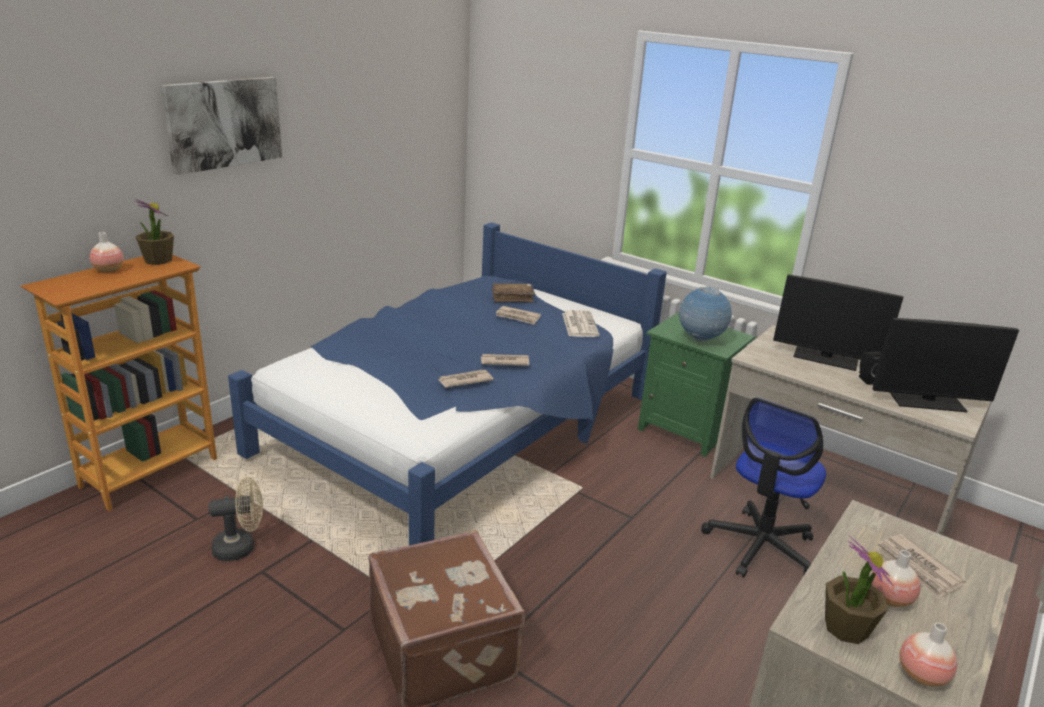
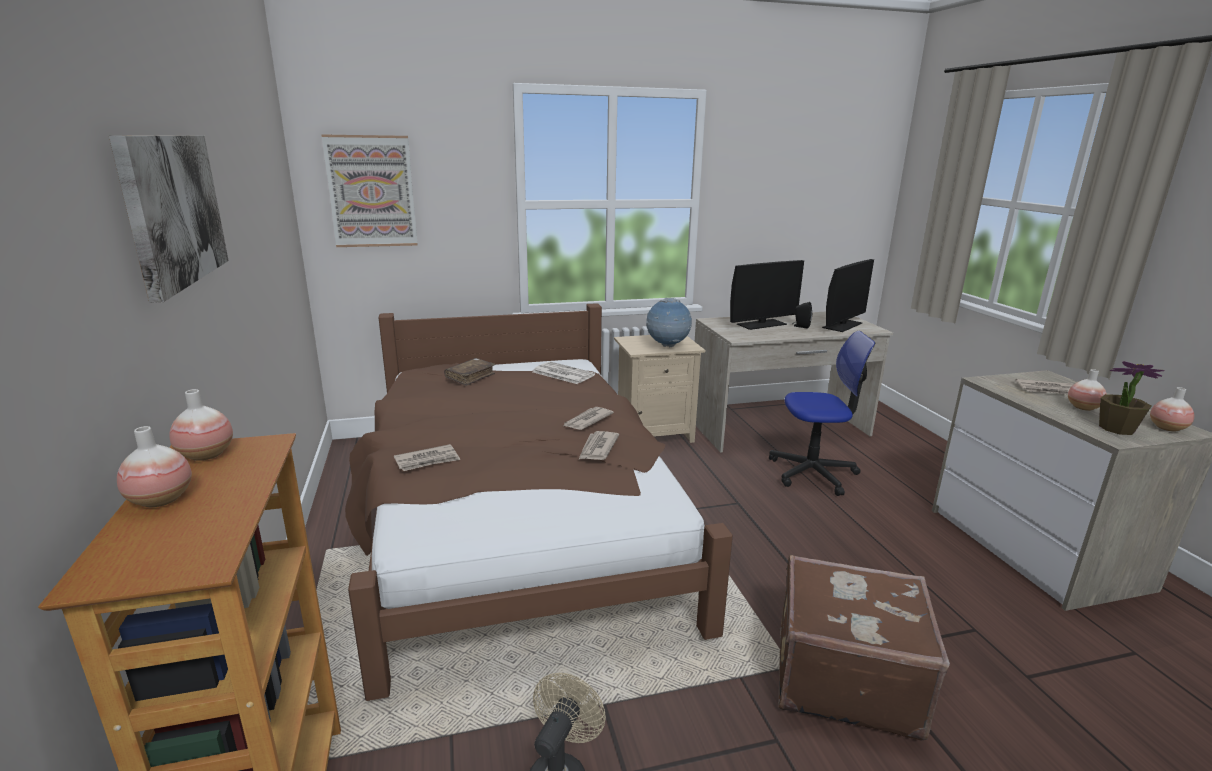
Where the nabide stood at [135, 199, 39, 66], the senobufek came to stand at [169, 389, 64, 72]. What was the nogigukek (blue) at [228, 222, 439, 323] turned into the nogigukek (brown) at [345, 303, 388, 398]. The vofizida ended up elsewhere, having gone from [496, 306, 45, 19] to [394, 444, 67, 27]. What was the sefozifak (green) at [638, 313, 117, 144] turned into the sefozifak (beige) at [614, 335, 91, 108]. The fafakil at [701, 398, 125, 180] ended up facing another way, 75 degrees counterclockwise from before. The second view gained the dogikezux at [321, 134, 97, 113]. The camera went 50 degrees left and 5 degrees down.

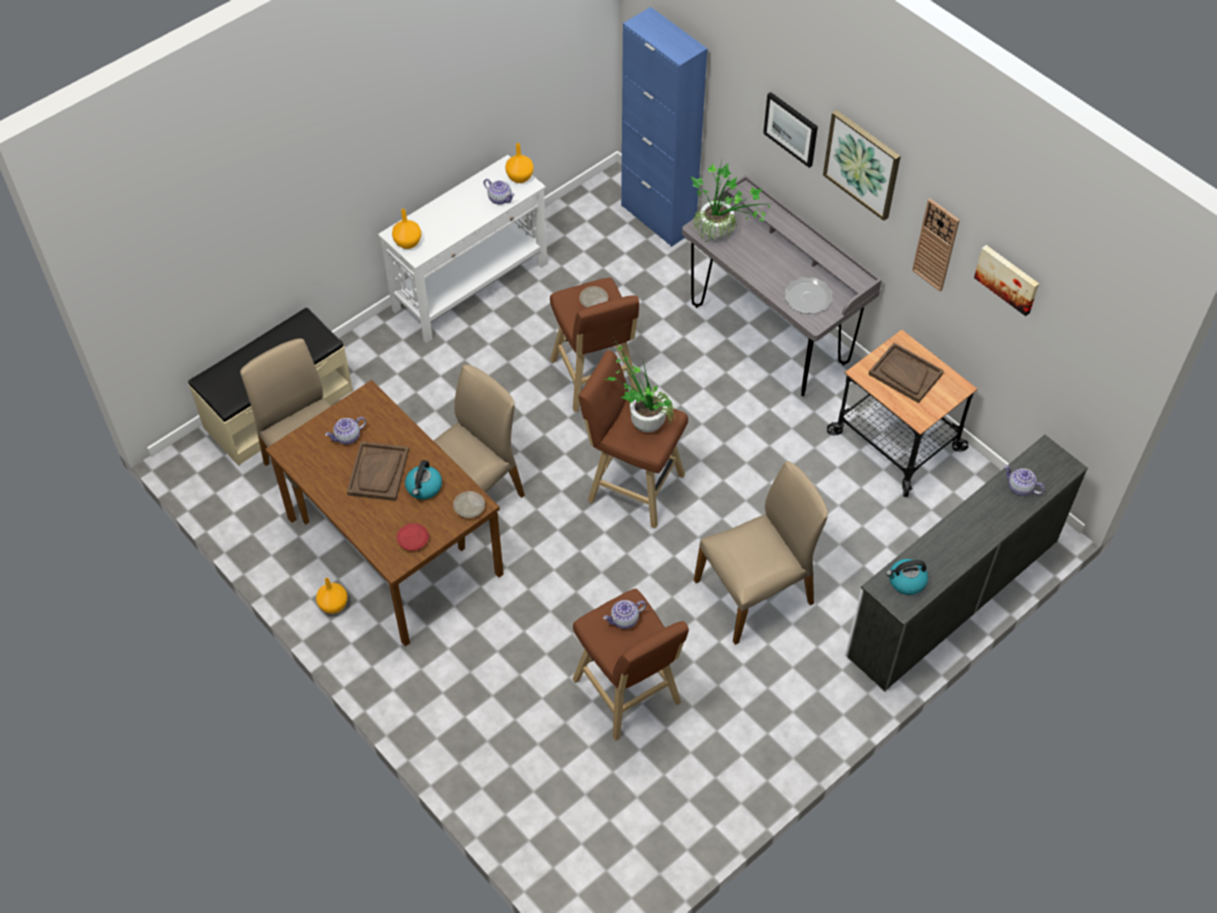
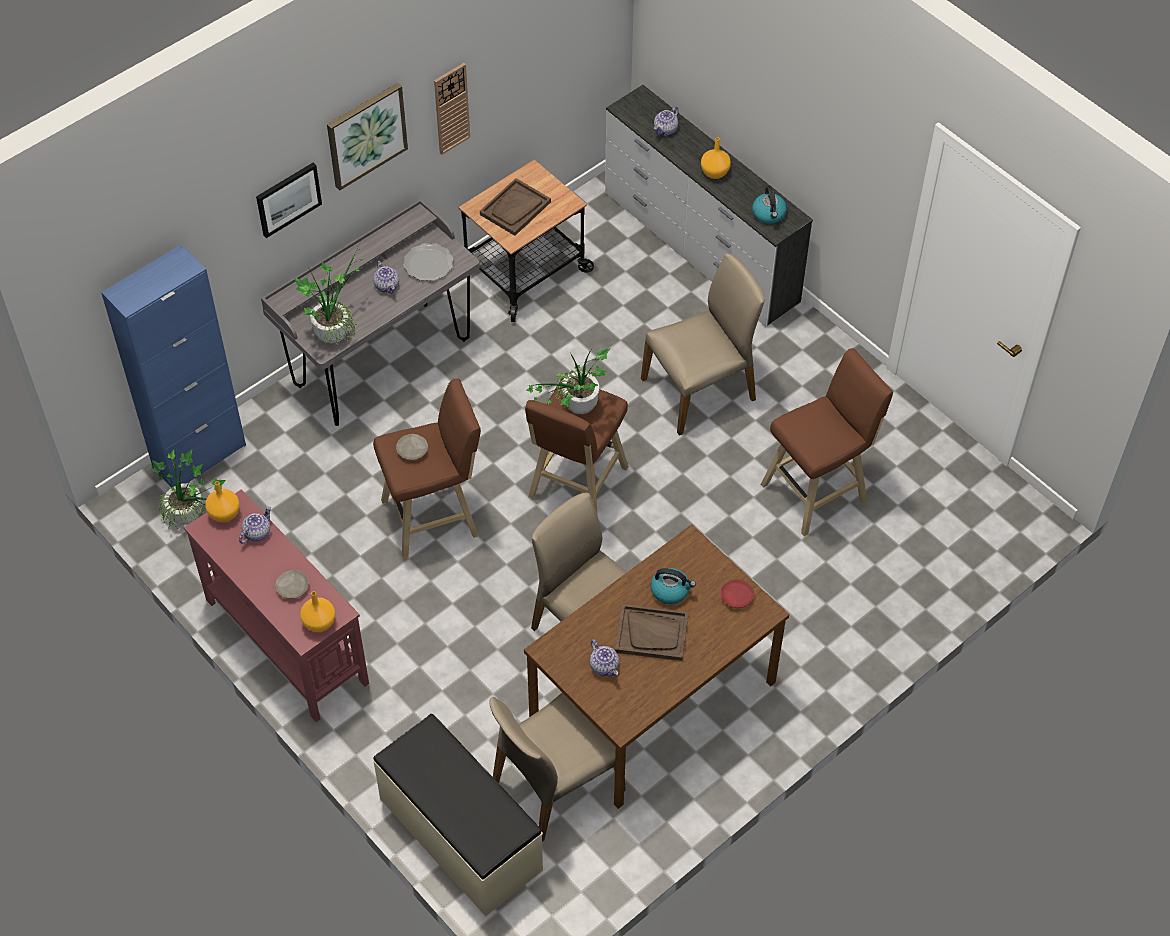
The senobufek (orange) ended up elsewhere, having gone from [316, 578, 32, 36] to [701, 137, 30, 42]. What was the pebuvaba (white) at [378, 155, 169, 188] turned into the pebuvaba (red) at [184, 490, 185, 232]. The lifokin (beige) ended up elsewhere, having gone from [453, 491, 32, 27] to [275, 570, 34, 29]. The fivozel ended up elsewhere, having gone from [603, 600, 43, 29] to [373, 261, 26, 33]. The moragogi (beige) at [694, 461, 134, 184] ended up facing another way, 90 degrees clockwise from before. The second view lost the dogikezux at [974, 245, 65, 71]. The second view gained the nabide at [152, 449, 74, 80]. The camera went 90 degrees left and 0 degrees up.

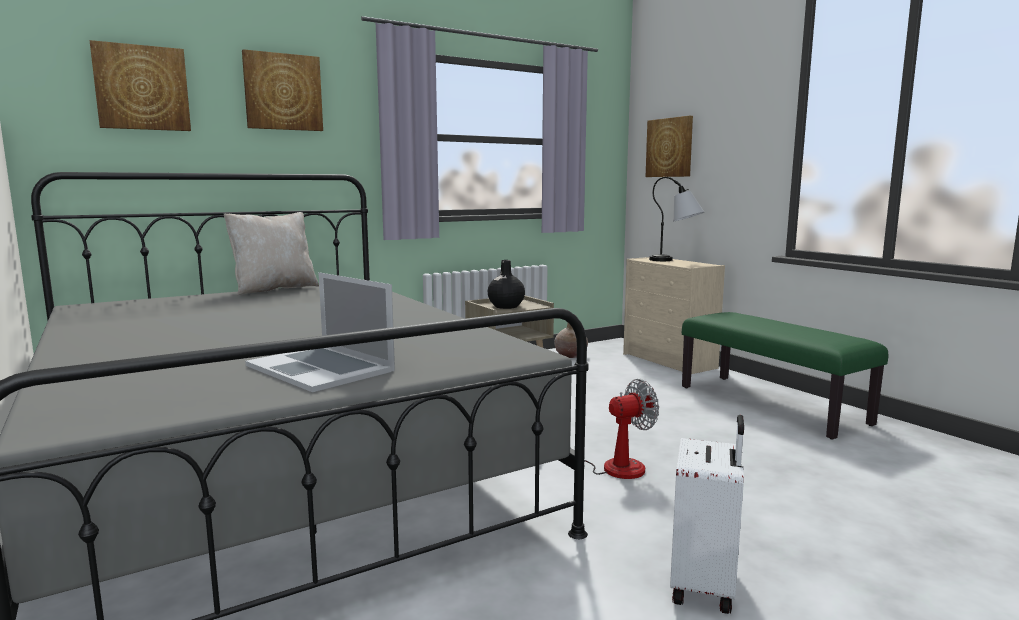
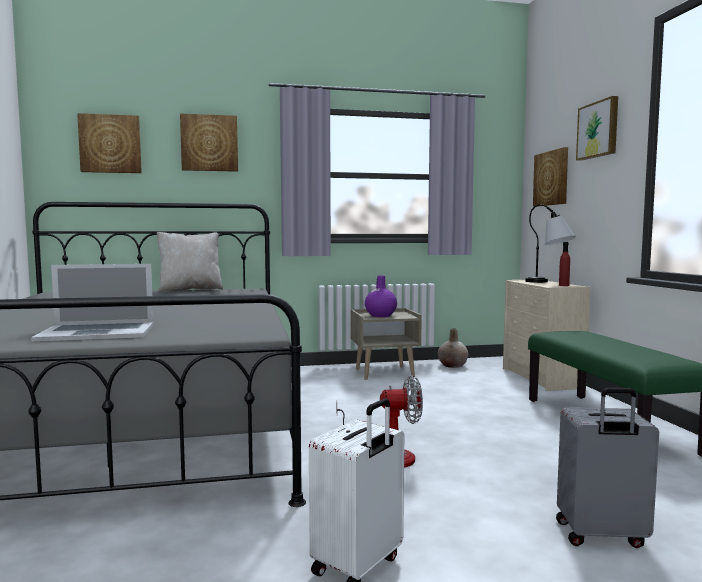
The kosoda at [245, 272, 150, 120] ended up facing another way, 75 degrees counterclockwise from before. What was the senobufek (black) at [488, 260, 37, 49] turned into the senobufek (purple) at [365, 275, 32, 42]. The second view gained the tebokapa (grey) at [556, 388, 103, 160]. The second view gained the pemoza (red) at [559, 242, 11, 44]. The second view gained the dogikezux at [576, 96, 42, 65]. The camera went 20 degrees right and 5 degrees down.

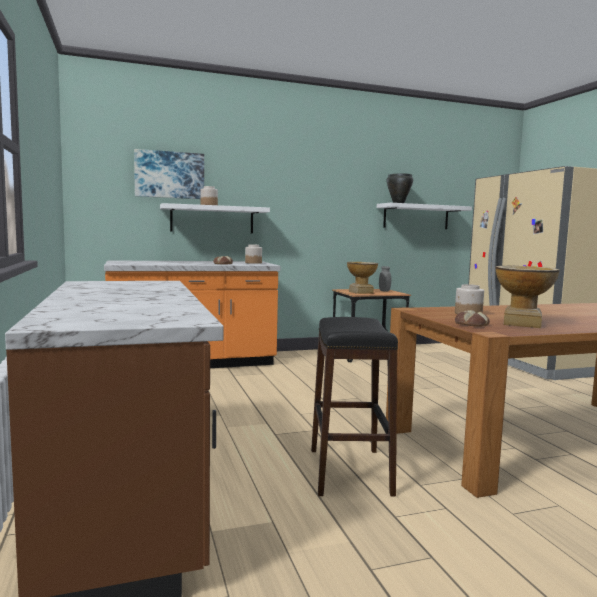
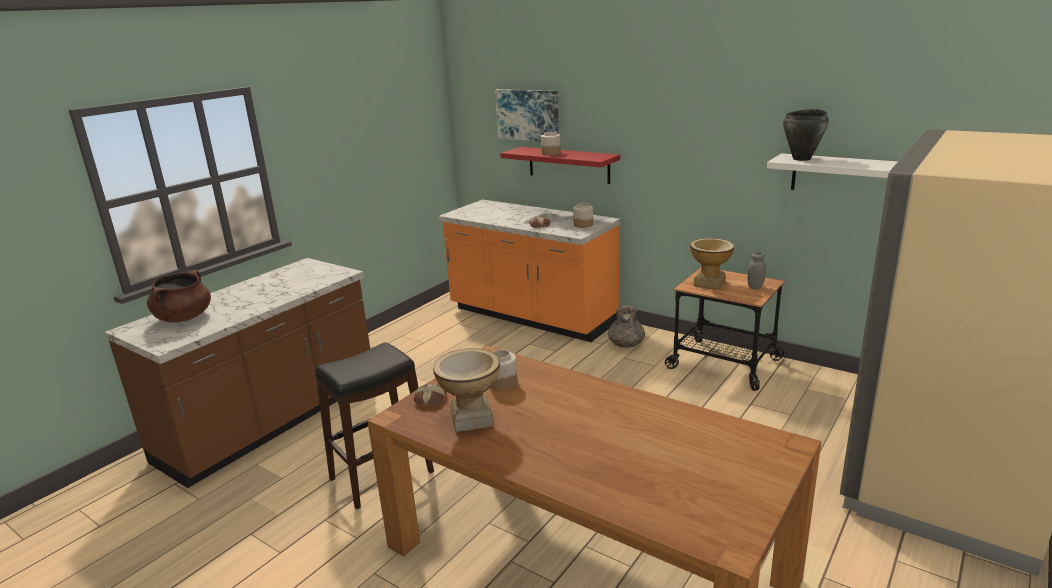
What was the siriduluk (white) at [160, 203, 110, 30] turned into the siriduluk (red) at [500, 147, 120, 37]. The second view gained the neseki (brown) at [147, 270, 64, 52]. The second view gained the senobufek (grey) at [608, 306, 37, 42]. The camera went 55 degrees right and 15 degrees up.

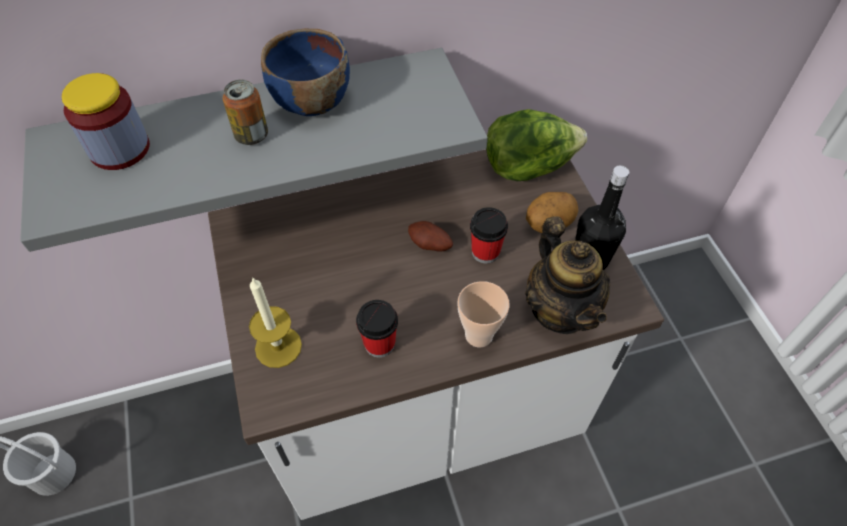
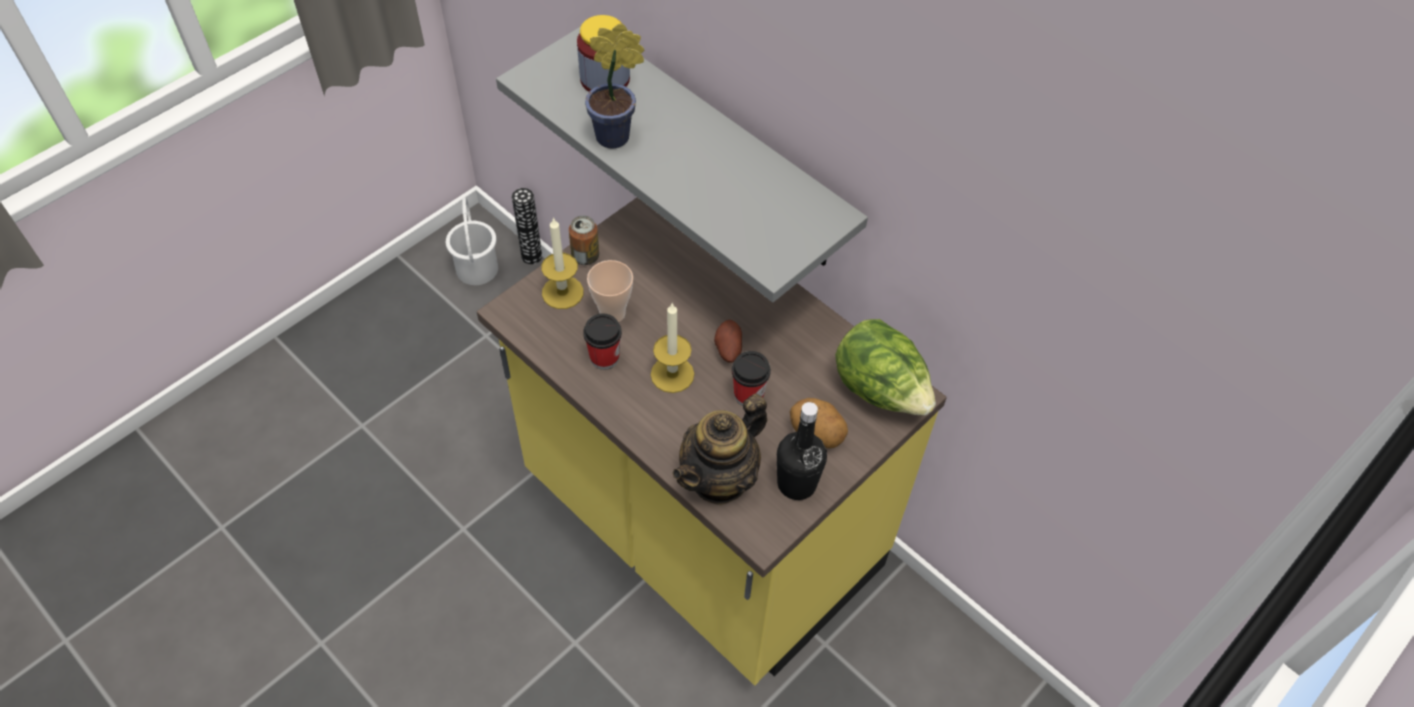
What was the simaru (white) at [208, 150, 456, 370] turned into the simaru (yellow) at [477, 198, 470, 487]. The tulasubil ended up elsewhere, having gone from [223, 80, 45, 65] to [569, 216, 30, 49]. The second view lost the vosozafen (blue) at [261, 28, 89, 88]. The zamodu ended up elsewhere, having gone from [458, 281, 52, 66] to [587, 260, 46, 62]. The second view gained the senobufek at [512, 188, 30, 76]. The second view gained the nabide at [585, 23, 59, 126]. The second view gained the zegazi at [651, 302, 43, 91]. The camera went 60 degrees right and 0 degrees up.

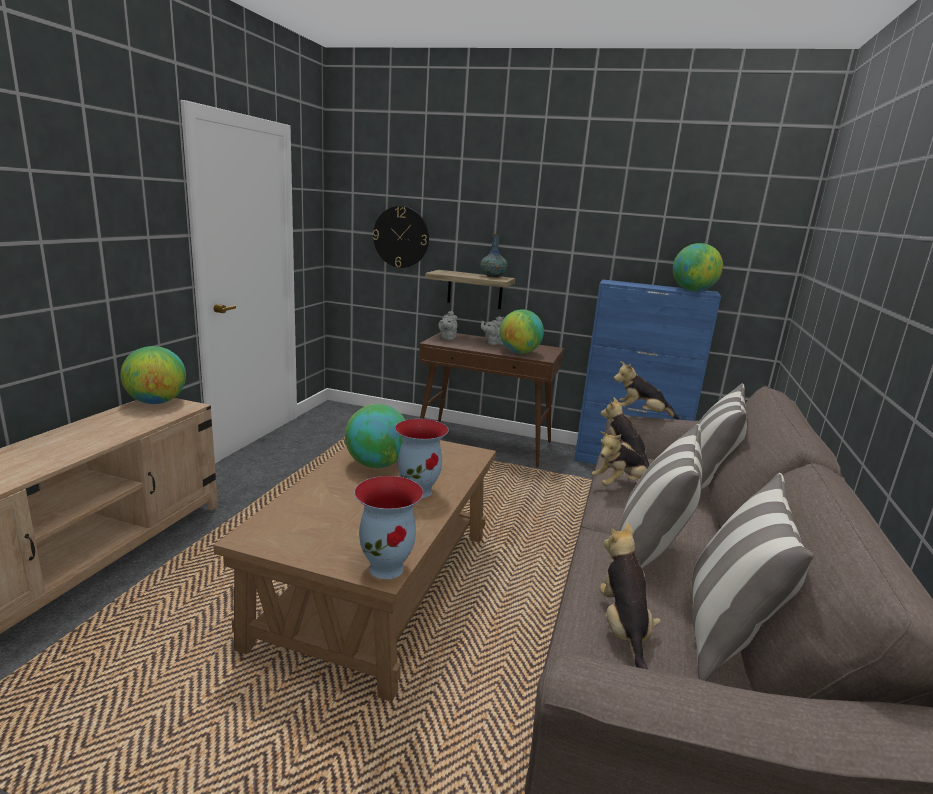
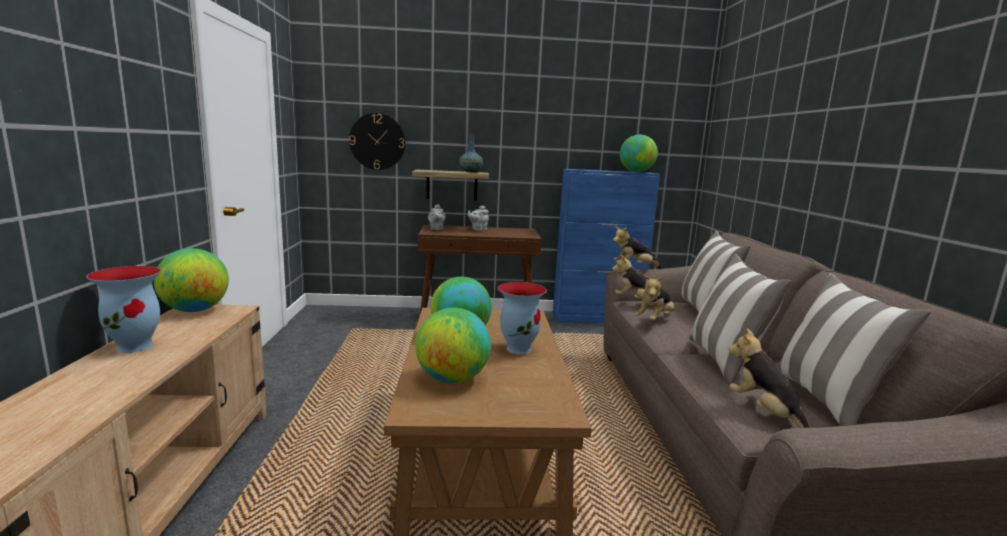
The senobufek ended up elsewhere, having gone from [354, 476, 69, 103] to [86, 266, 75, 87]. The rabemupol ended up elsewhere, having gone from [500, 309, 44, 45] to [415, 308, 76, 75]. The camera went 20 degrees left and 5 degrees down.

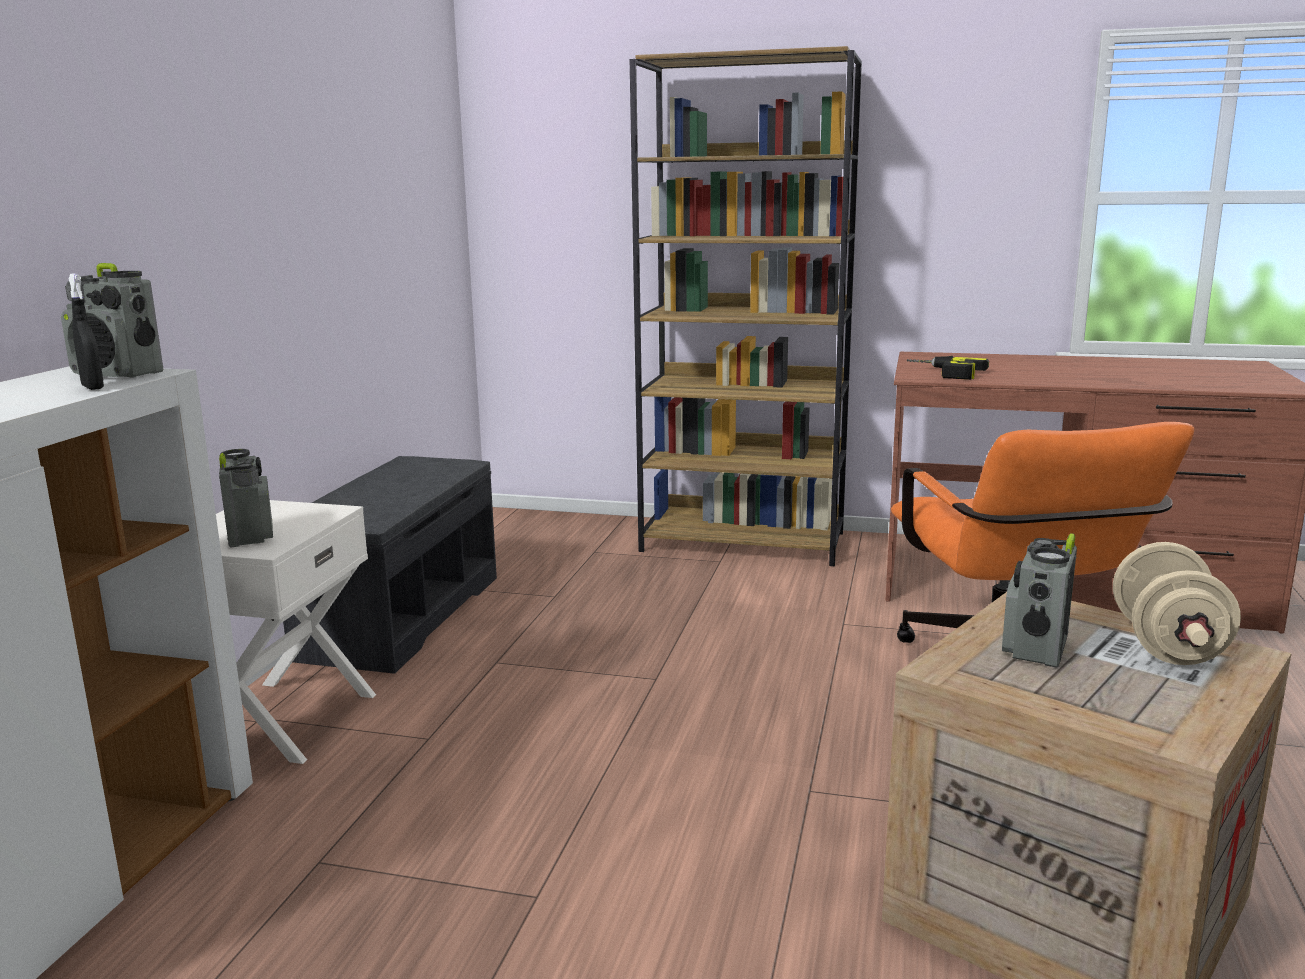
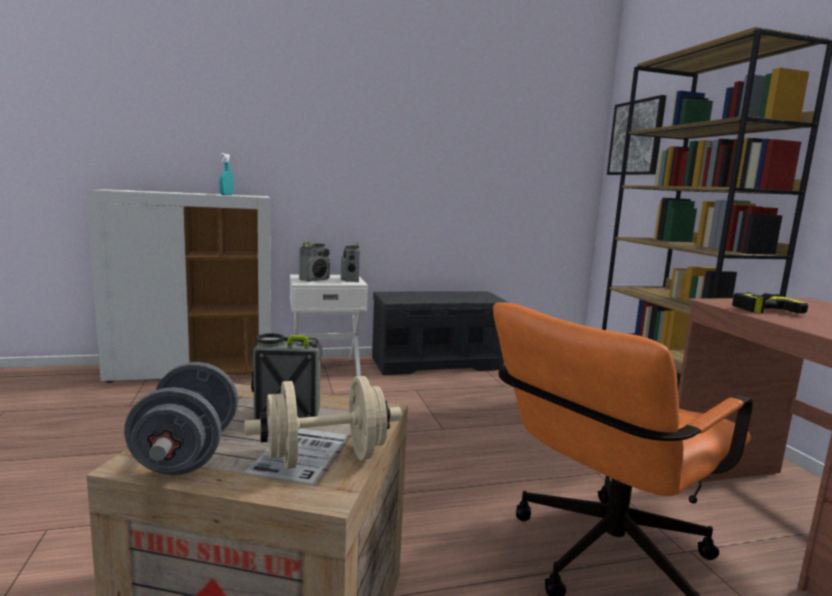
The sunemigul ended up elsewhere, having gone from [61, 263, 103, 115] to [341, 242, 19, 40]. What was the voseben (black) at [68, 274, 36, 116] turned into the voseben (turquoise) at [219, 153, 15, 42]. The second view gained the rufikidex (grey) at [124, 362, 114, 113]. The second view gained the dogikezux at [607, 95, 59, 80]. The camera went 60 degrees right and 5 degrees down.

